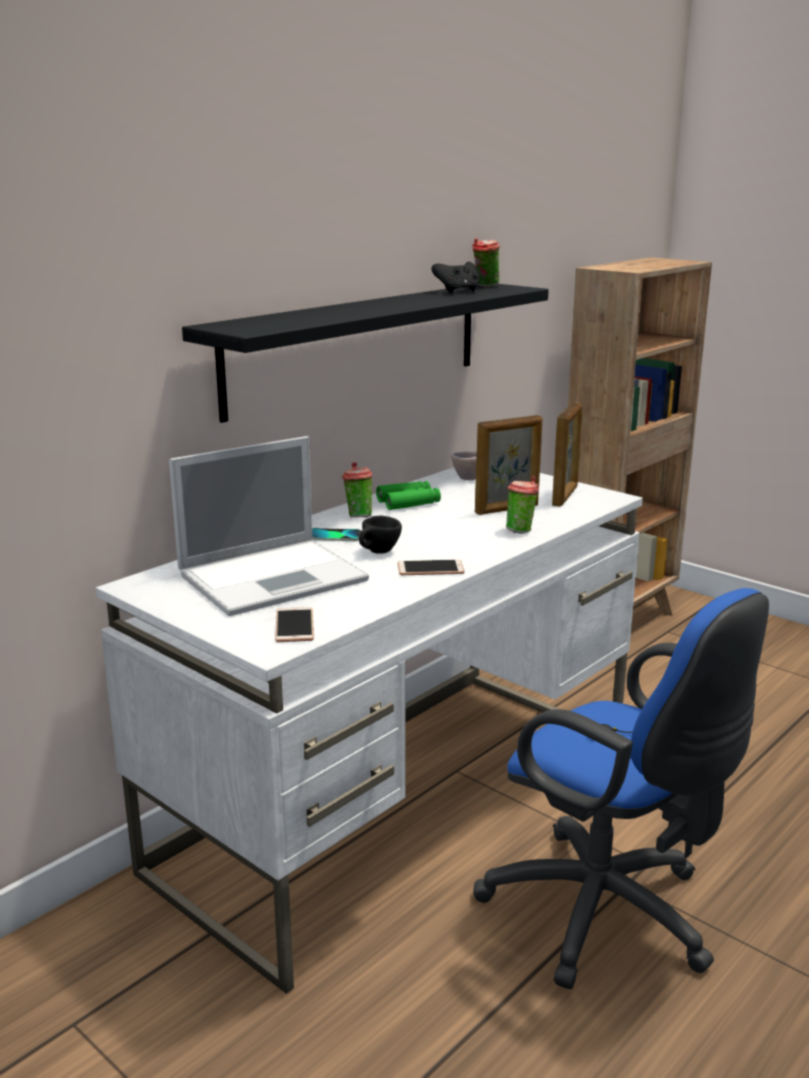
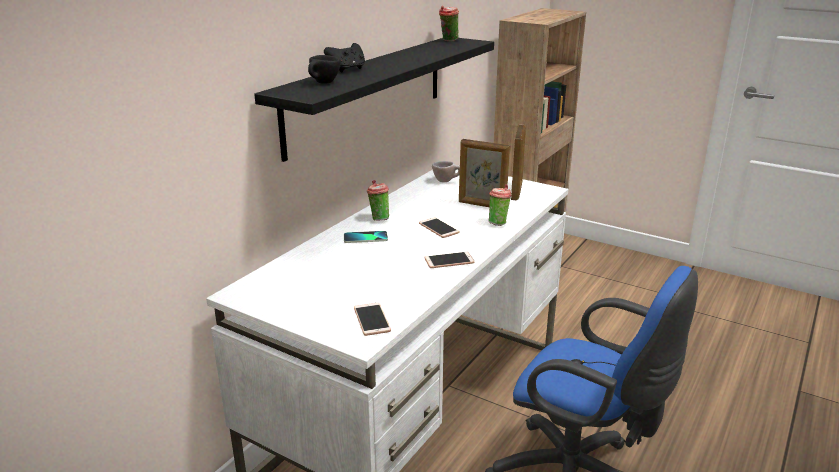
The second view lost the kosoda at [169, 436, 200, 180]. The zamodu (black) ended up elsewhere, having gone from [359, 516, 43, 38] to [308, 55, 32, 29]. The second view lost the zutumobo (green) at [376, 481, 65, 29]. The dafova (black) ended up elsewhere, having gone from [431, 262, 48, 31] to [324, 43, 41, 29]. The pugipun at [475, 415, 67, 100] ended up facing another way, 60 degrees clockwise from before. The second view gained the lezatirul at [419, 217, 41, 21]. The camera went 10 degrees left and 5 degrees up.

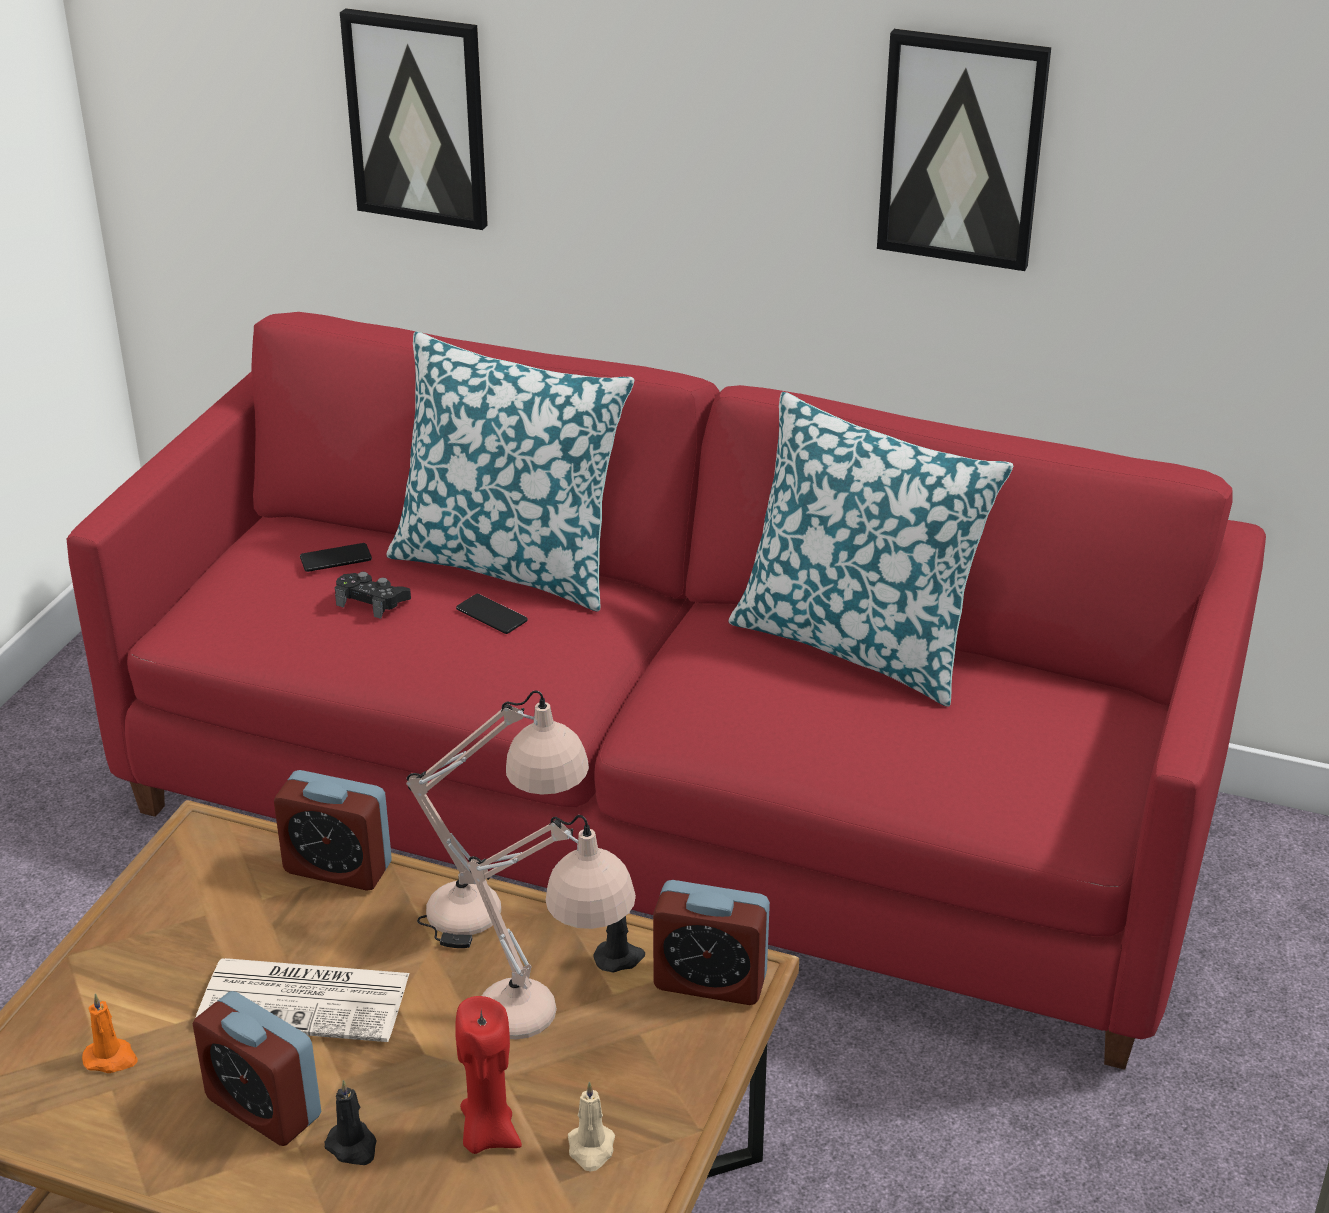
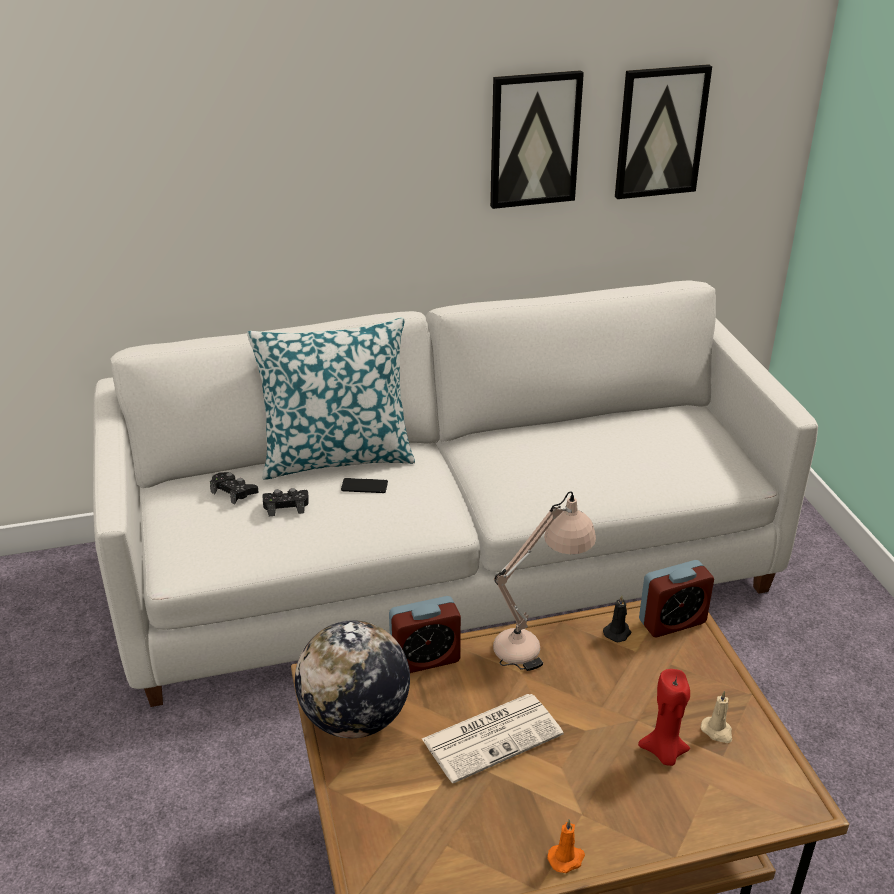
What was the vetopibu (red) at [67, 312, 1199, 758] turned into the vetopibu (white) at [93, 280, 725, 427]. The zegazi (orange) ended up elsewhere, having gone from [82, 993, 56, 80] to [547, 819, 38, 54]. The second view lost the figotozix at [193, 991, 128, 155]. Where the lezatirul stood at [300, 543, 72, 29], the dafova (black) came to stand at [210, 472, 49, 32]. The second view lost the zegazi (black) at [325, 1080, 52, 85]. The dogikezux ended up elsewhere, having gone from [340, 8, 148, 222] to [615, 64, 97, 135]. The second view lost the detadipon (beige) at [467, 815, 169, 224]. The second view lost the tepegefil at [728, 392, 285, 315]. The second view gained the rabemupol at [295, 620, 115, 118]. The camera went 35 degrees left and 0 degrees up.

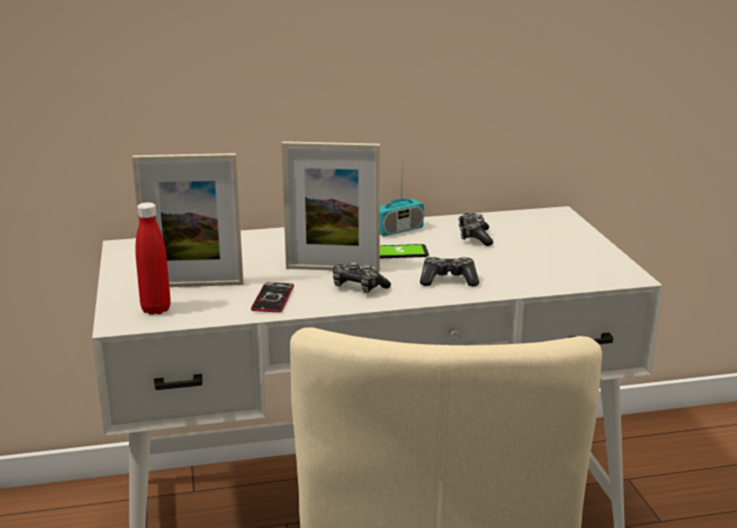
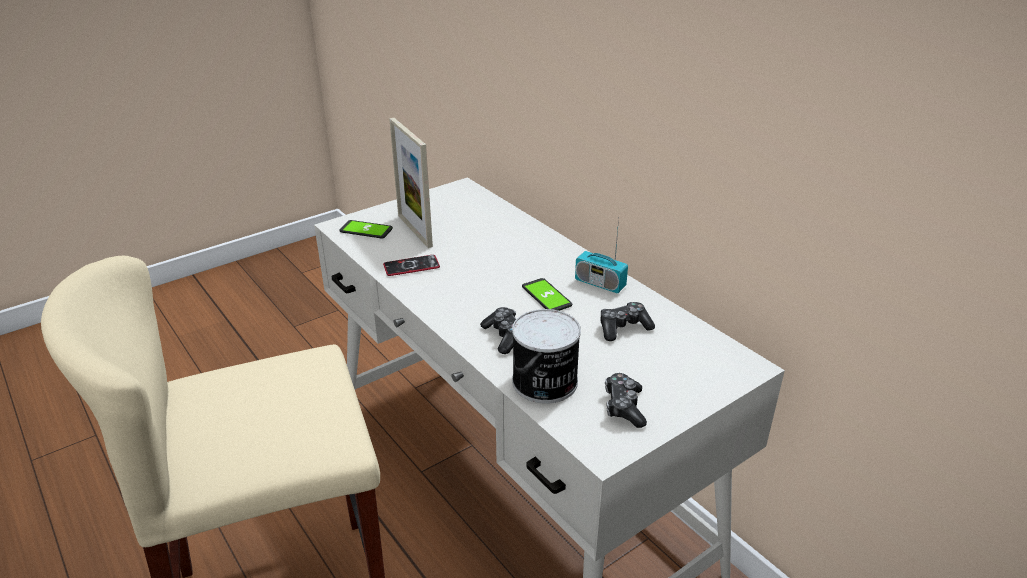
Where the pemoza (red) stood at [135, 202, 36, 113], the lezatirul came to stand at [339, 220, 54, 19]. The second view lost the pugipun at [281, 141, 99, 131]. The dafova ended up elsewhere, having gone from [333, 261, 58, 32] to [605, 373, 42, 55]. The second view gained the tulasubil at [512, 309, 69, 95]. The camera went 65 degrees right and 10 degrees up.

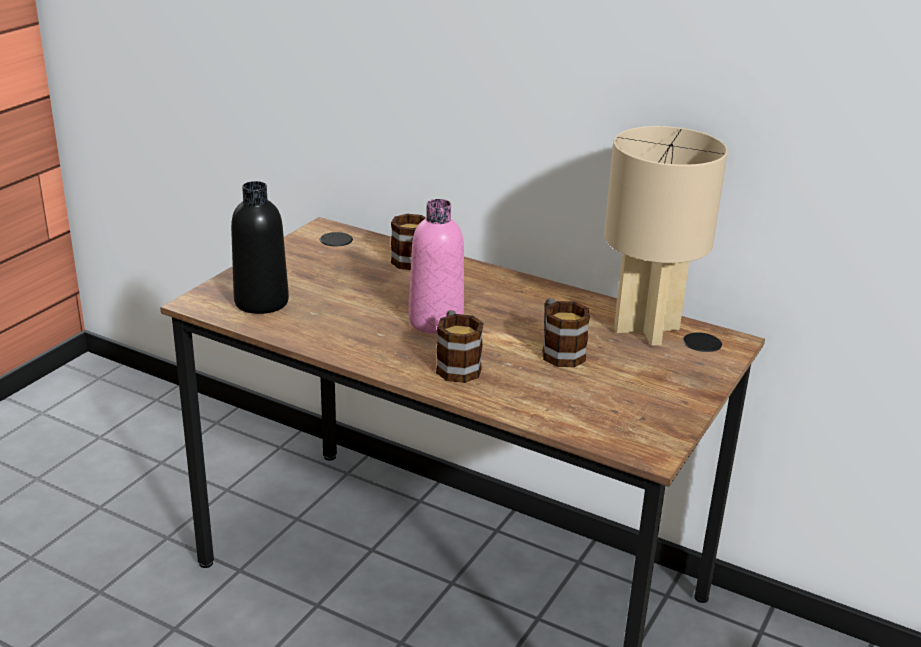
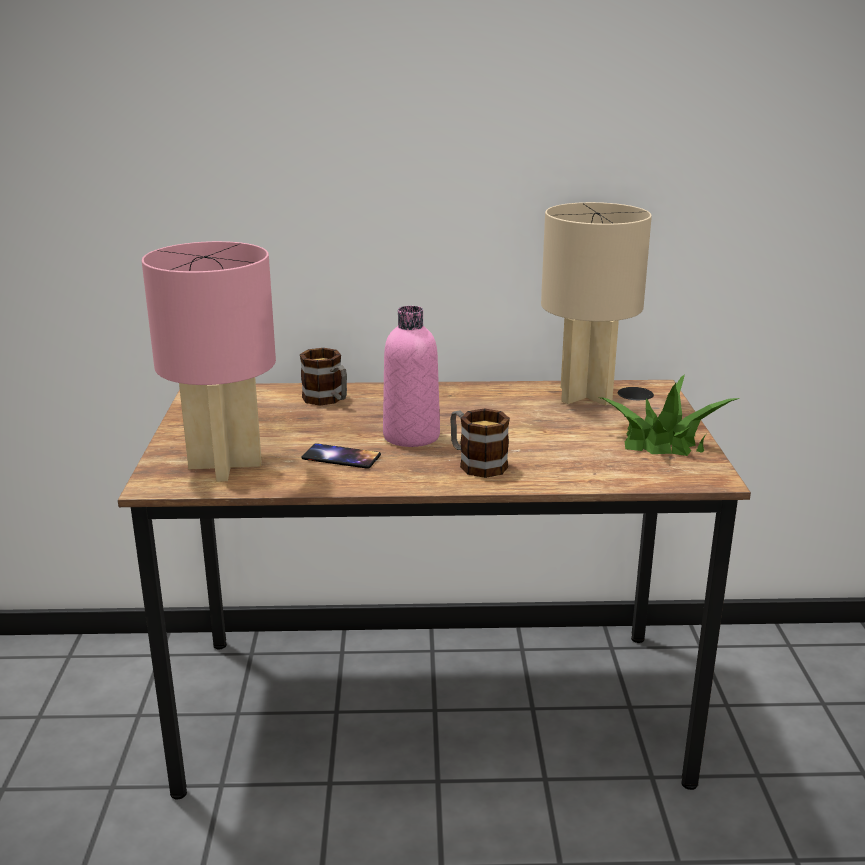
Where the pemoza (black) stood at [231, 181, 58, 133], the detadipon (pink) came to stand at [142, 241, 134, 241]. The second view lost the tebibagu at [542, 298, 48, 69]. The second view gained the lezatirul at [302, 443, 79, 26]. The second view gained the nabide at [601, 374, 139, 82]. The camera went 30 degrees left and 5 degrees down.

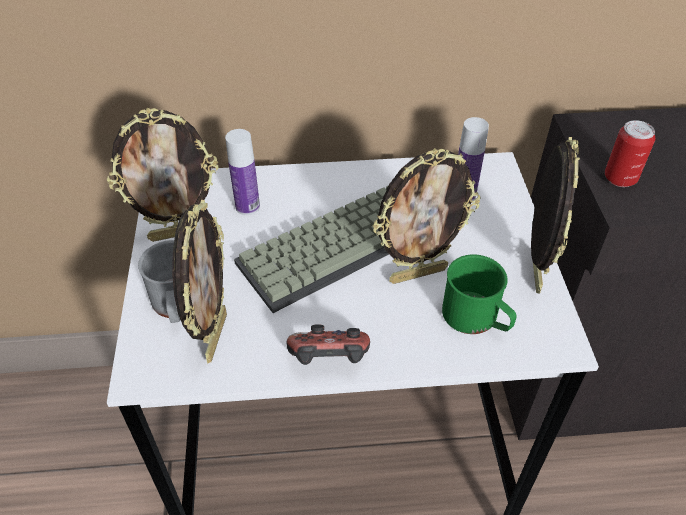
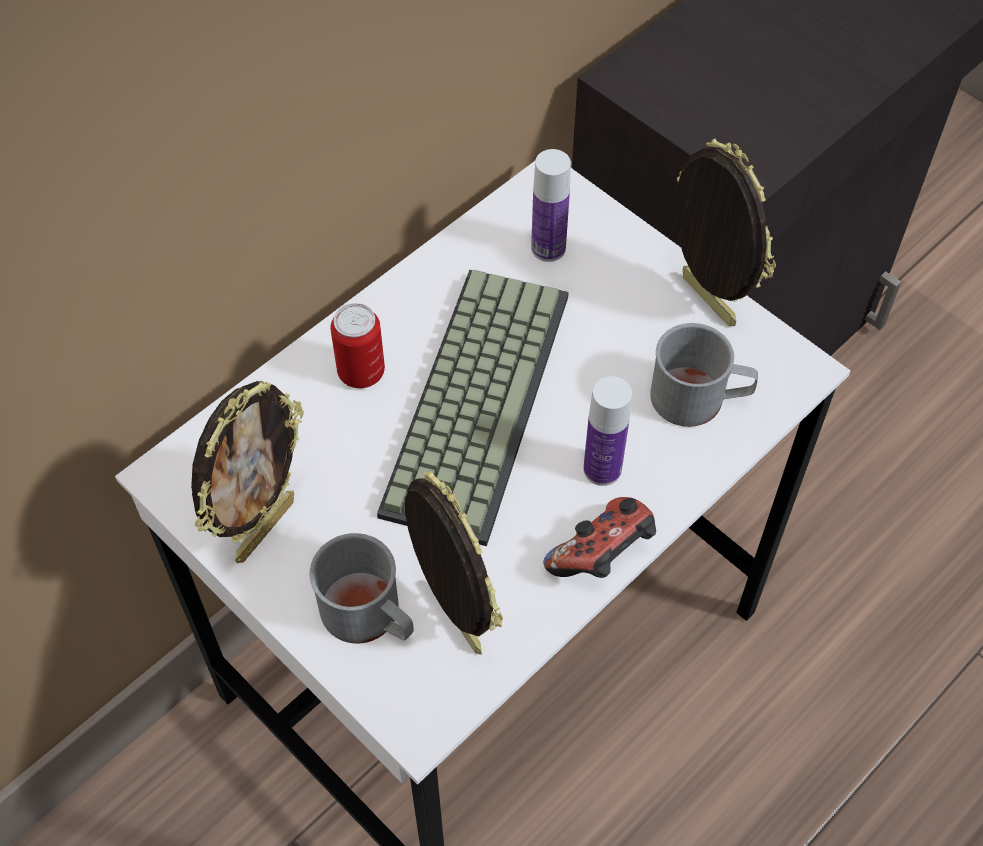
The pemoza ended up elsewhere, having gone from [225, 129, 35, 86] to [583, 376, 49, 110]. The second view lost the pugipun at [372, 148, 108, 136]. What was the tebibagu (green) at [442, 254, 75, 80] turned into the tebibagu (grey) at [650, 323, 108, 104]. The tulasubil ended up elsewhere, having gone from [605, 120, 50, 67] to [330, 303, 55, 85]. The camera went 40 degrees left and 10 degrees up.

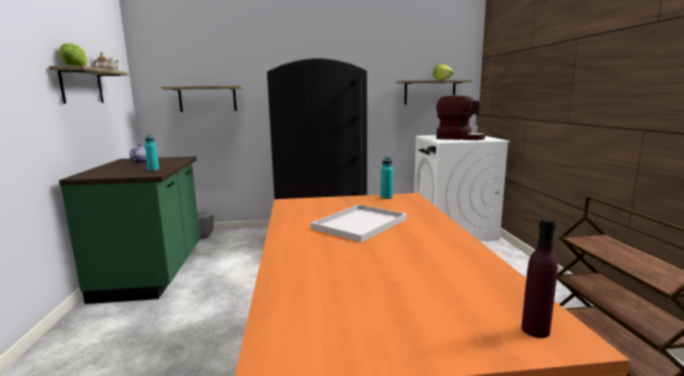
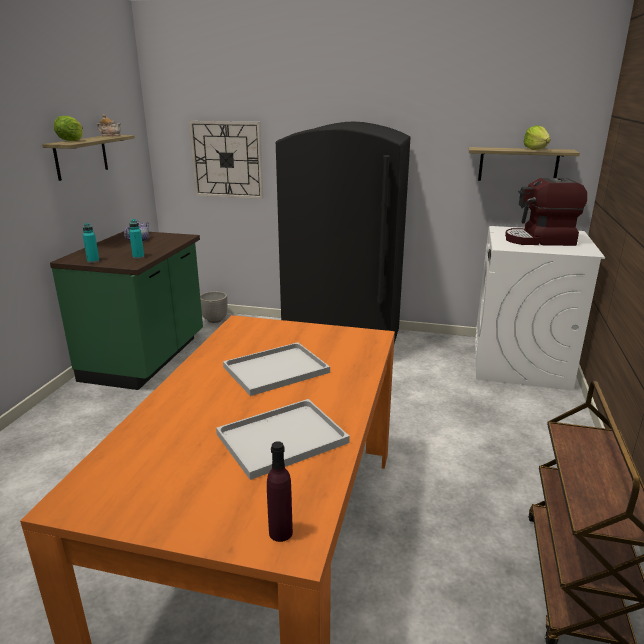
Where the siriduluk hung at [161, 86, 83, 26], the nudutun came to hang at [189, 121, 74, 78]. The pemoza (turquoise) ended up elsewhere, having gone from [380, 156, 13, 43] to [83, 223, 16, 40]. The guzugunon at [436, 95, 50, 45] ended up facing another way, 135 degrees clockwise from before. The second view gained the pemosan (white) at [216, 399, 134, 81]. The camera went 20 degrees right and 10 degrees up.

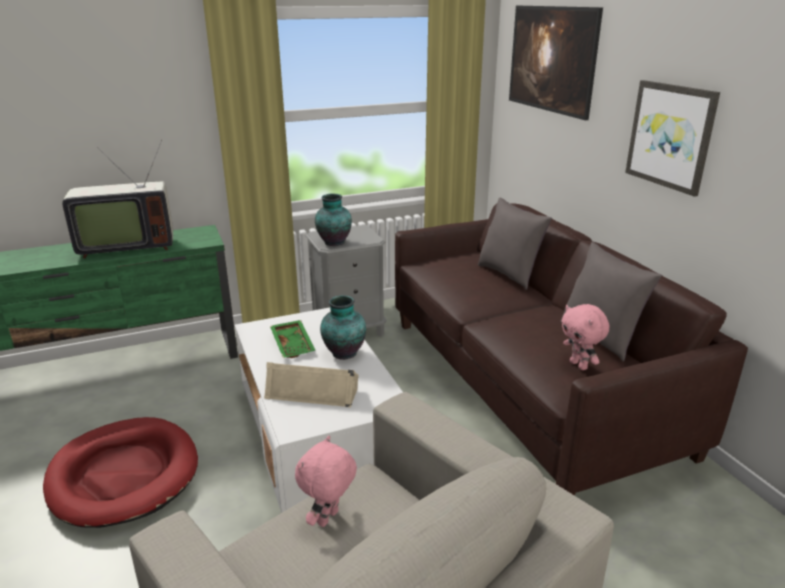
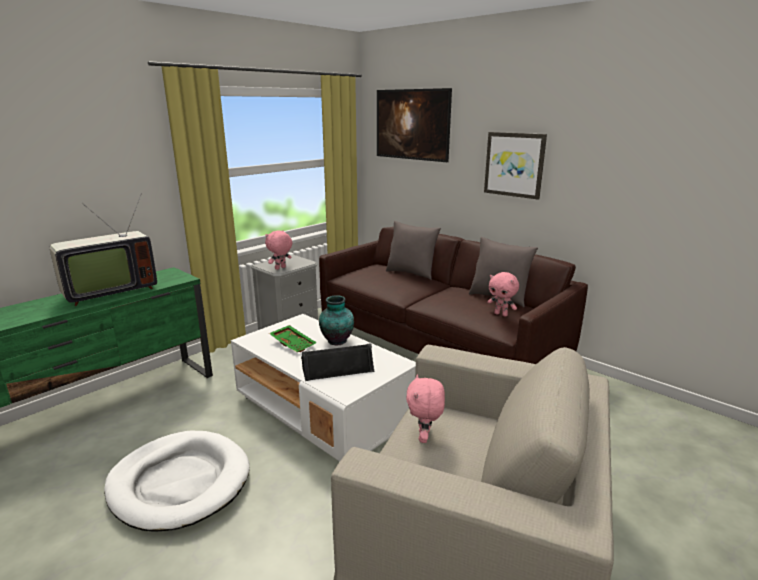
What was the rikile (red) at [43, 417, 155, 111] turned into the rikile (white) at [104, 430, 146, 102]. What was the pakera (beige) at [264, 362, 95, 46] turned into the pakera (black) at [301, 343, 73, 38]. Where the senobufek stood at [315, 194, 37, 52], the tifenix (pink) came to stand at [265, 230, 27, 40]. The camera went 25 degrees left and 5 degrees down.

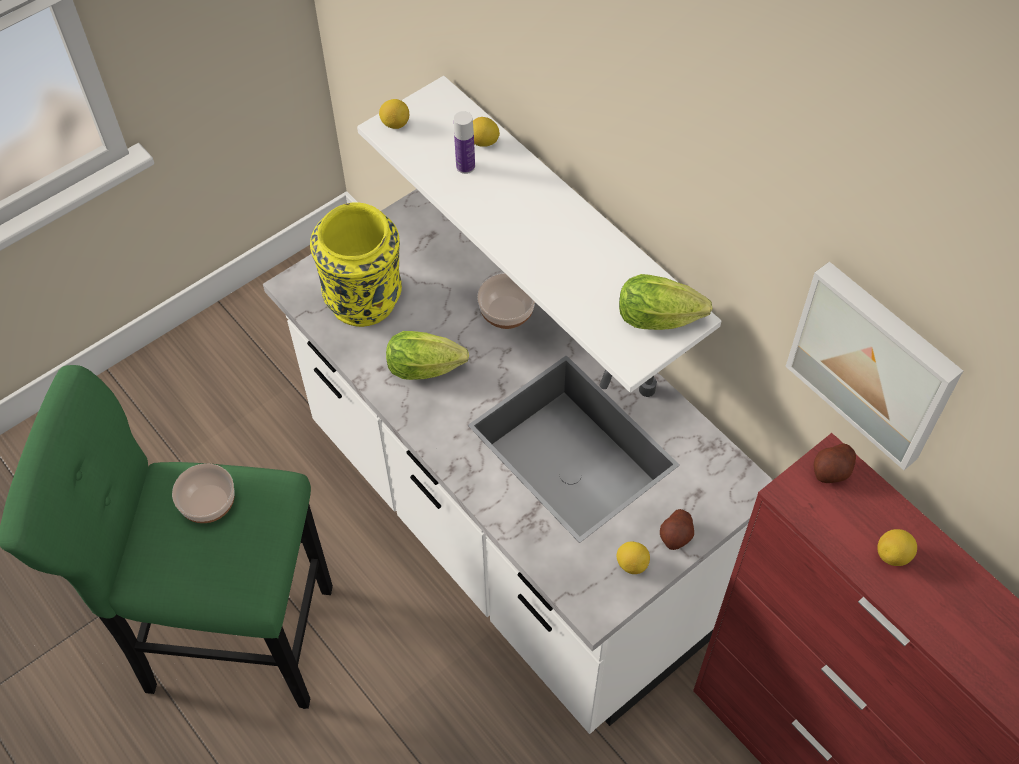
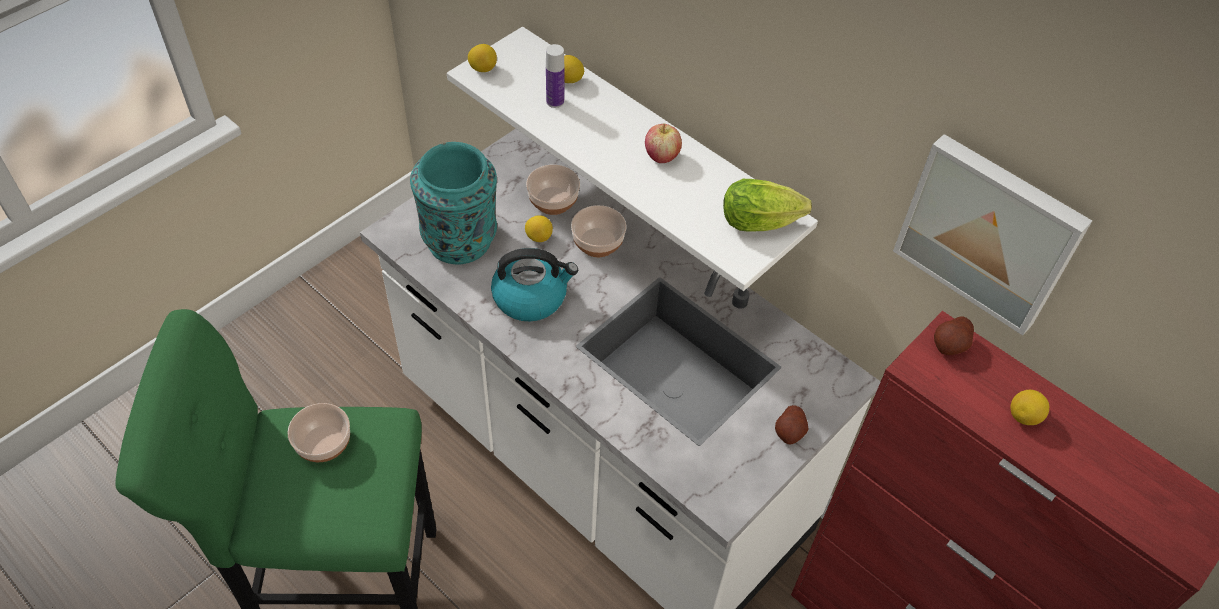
What was the senobufek (yellow) at [310, 202, 92, 125] turned into the senobufek (turquoise) at [410, 142, 87, 123]. Where the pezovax stood at [386, 331, 83, 49], the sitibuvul came to stand at [491, 248, 87, 74]. The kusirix ended up elsewhere, having gone from [617, 541, 33, 33] to [525, 215, 28, 27]. The second view gained the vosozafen at [526, 165, 54, 50]. The second view gained the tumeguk at [645, 123, 37, 40]. The camera went 10 degrees left and 5 degrees down.

